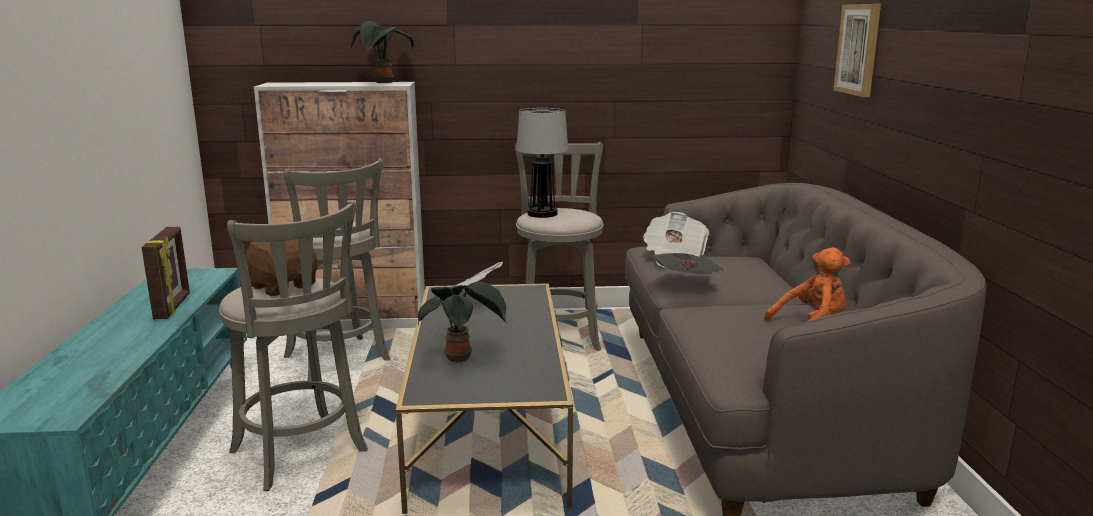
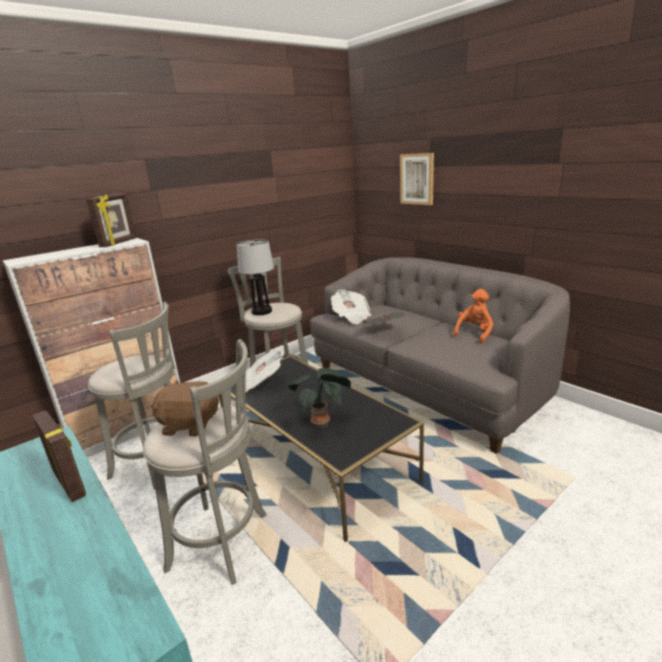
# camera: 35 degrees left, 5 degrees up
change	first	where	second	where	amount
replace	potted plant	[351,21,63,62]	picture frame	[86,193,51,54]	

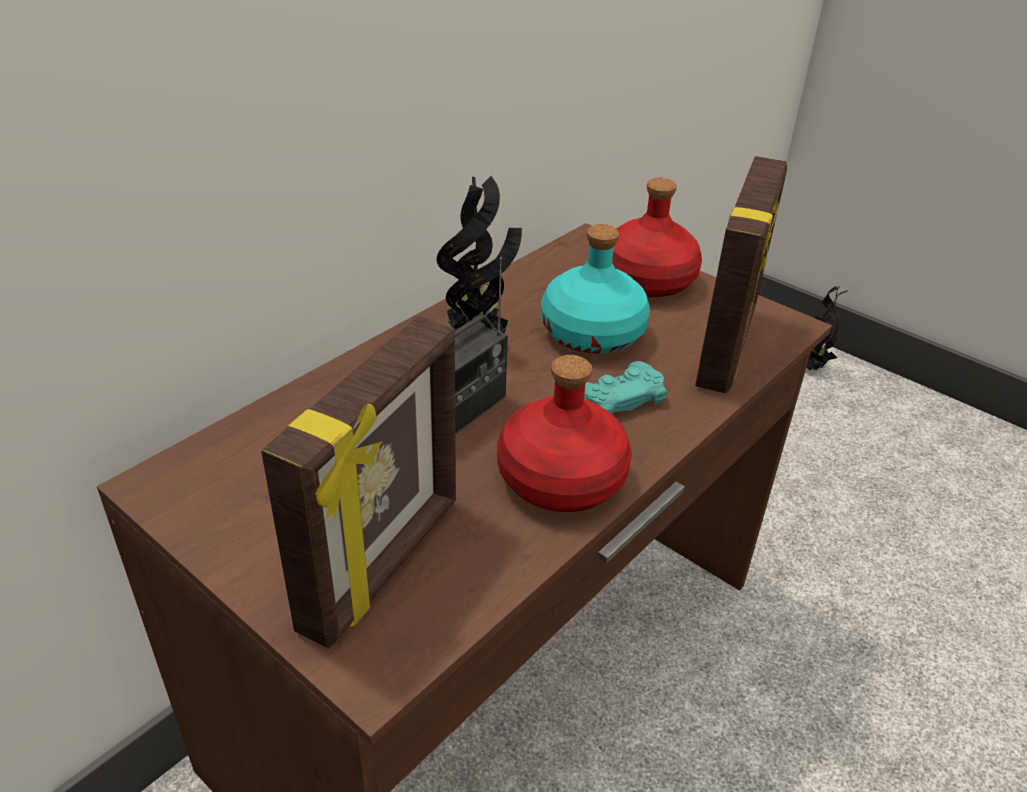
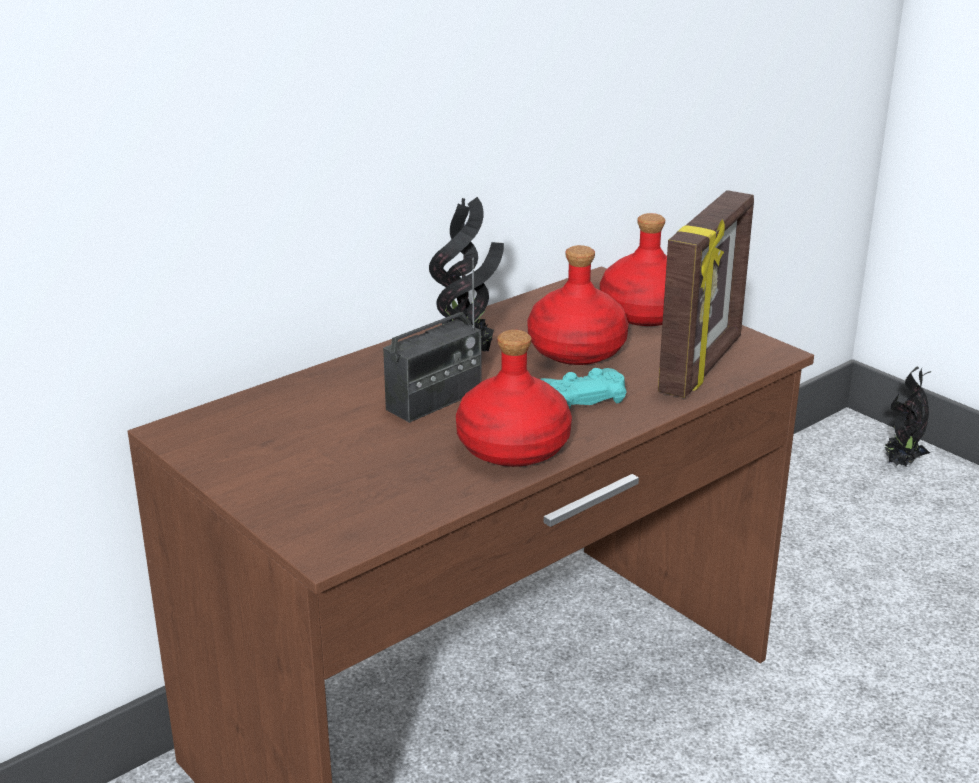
# camera: 10 degrees right, 10 degrees down
change	first	where	second	where	amount
delete	picture frame	[261,316,195,333]			
recolor	drink bottle (turquoise)	[541,224,109,130]	drink bottle (red-coloured)	[527,245,102,120]	

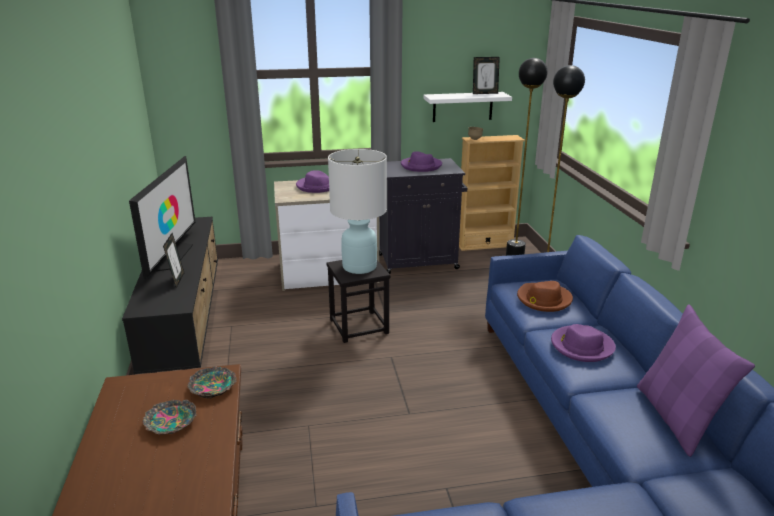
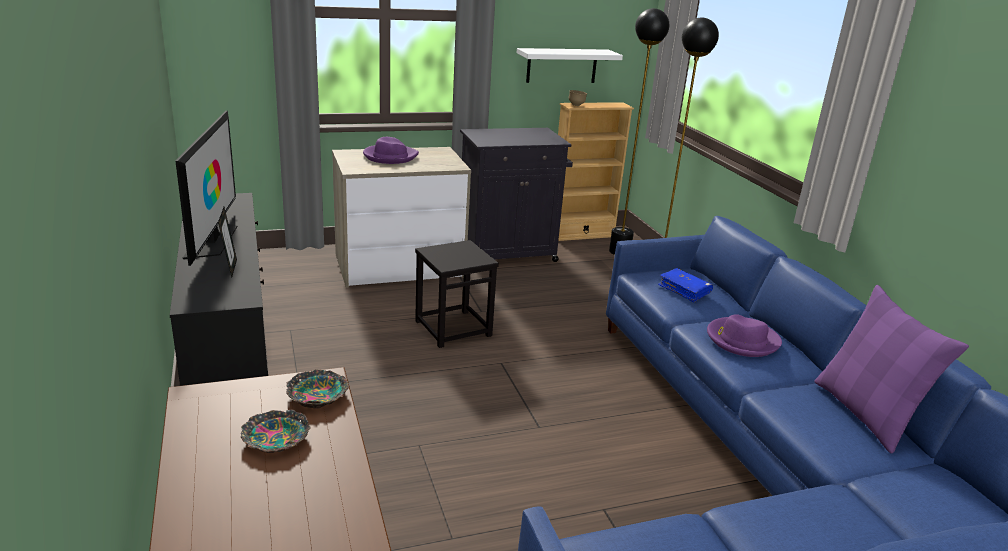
# camera: 10 degrees left, 0 degrees up
change	first	where	second	where	amount
delete	table lamp (white-coloured)	[328,149,59,125]			
delete	wearable hat (purple)	[401,151,41,21]			
delete	picture frame	[473,57,27,37]			
replace	wearable hat (brown-coloured)	[517,281,56,31]	bound book (bluish)	[658,268,55,34]	

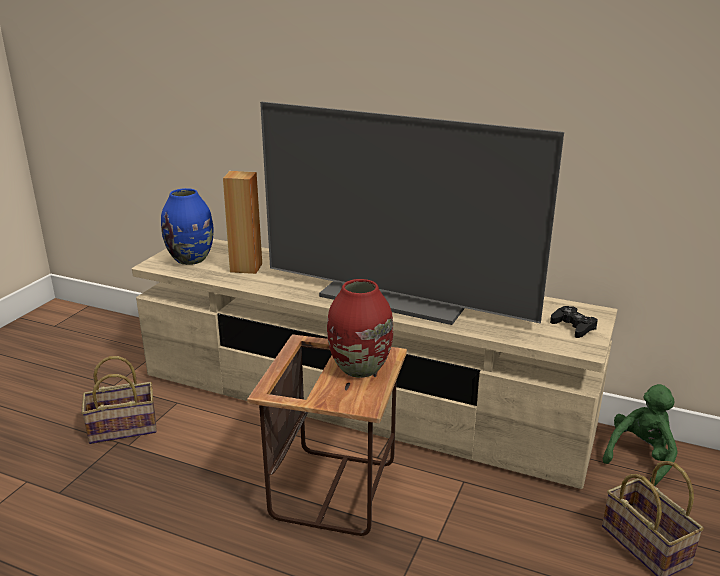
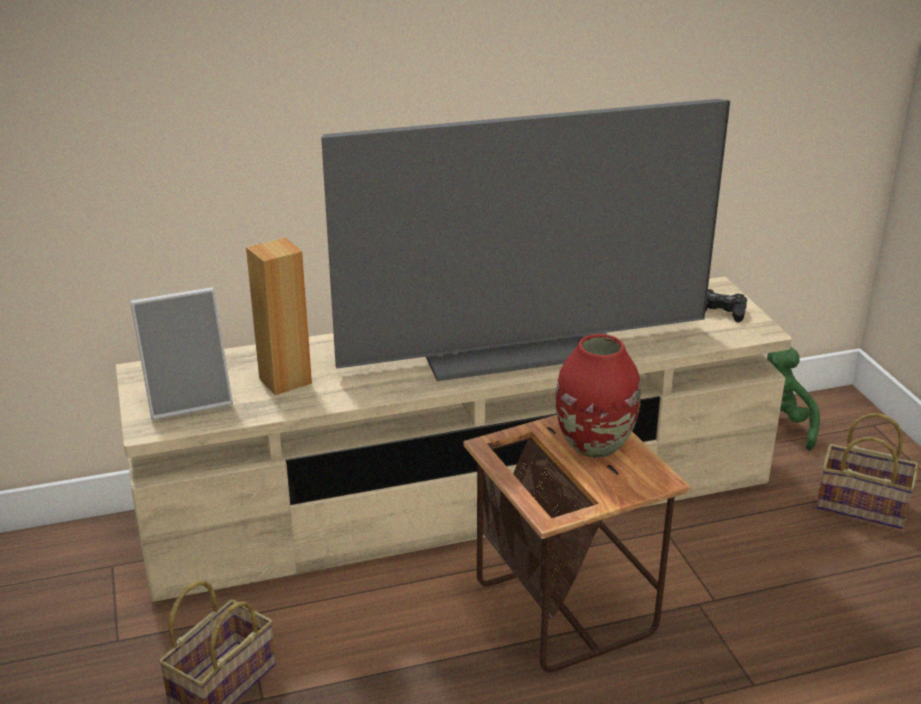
# camera: 40 degrees left, 5 degrees up
change	first	where	second	where	amount
replace	flower vase (bluish)	[161,188,53,77]	picture frame	[130,287,103,133]	

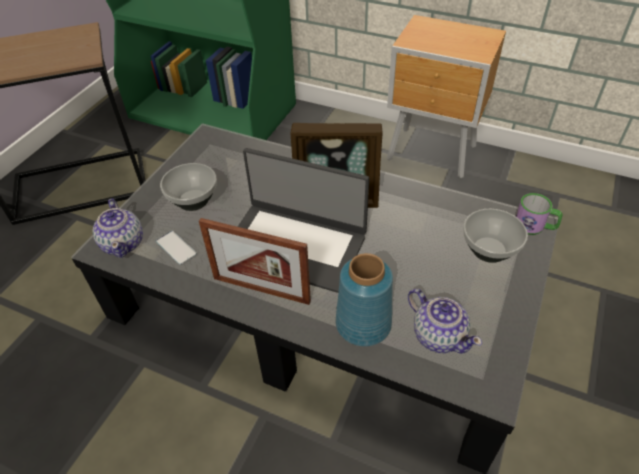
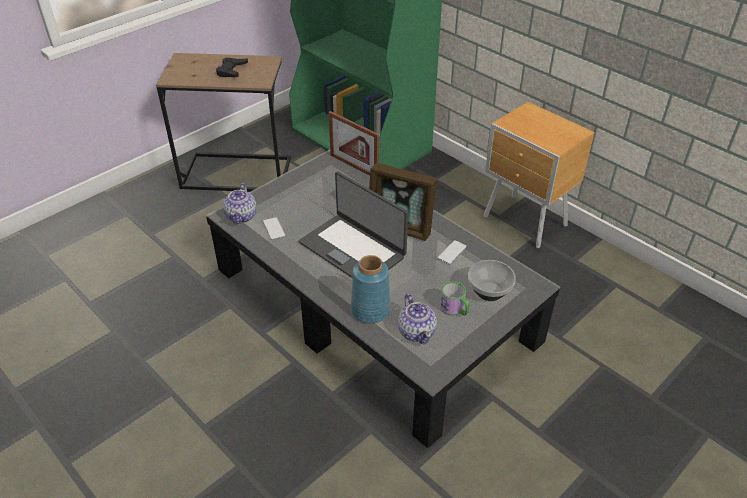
# camera: 20 degrees right, 5 degrees down
change	first	where	second	where	amount
delete	serving bowl	[160,163,57,48]			
move	picture frame	[199,218,112,87]		[328,111,51,65]	
move	mug	[516,193,46,42]		[440,281,30,35]	
insert			gamepad (black-coloured)	[216,58,32,19]	
insert			telephone	[437,240,30,24]	

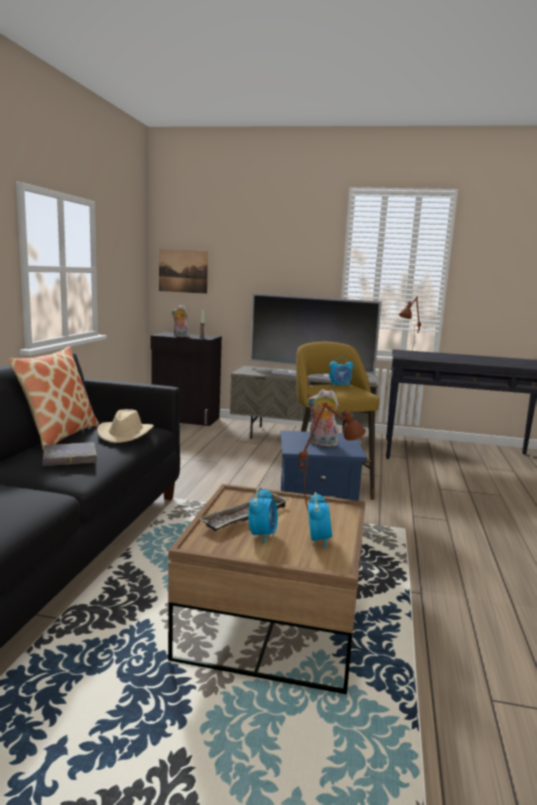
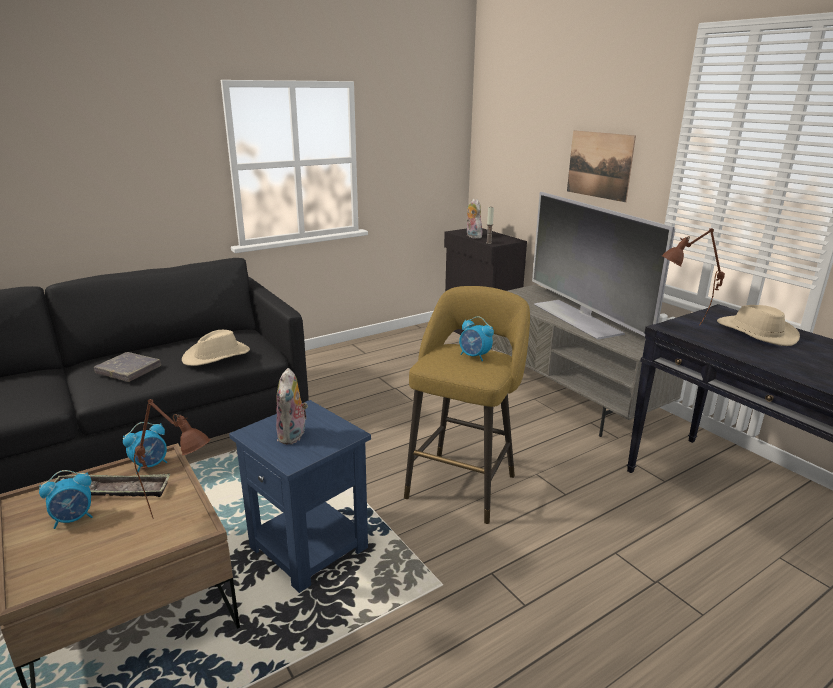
# camera: 45 degrees right, 10 degrees up
change	first	where	second	where	amount
delete	throw pillow	[8,346,91,105]			
move	wall picture	[159,249,49,45]		[567,130,69,72]	
rotate	soft toy	[307,389,32,58]		[276,368,32,76]	150 degrees counterclockwise
move	alarm clock	[308,492,24,56]		[123,422,44,52]	
insert			wearable hat (sand-coloured)	[717,305,83,41]	

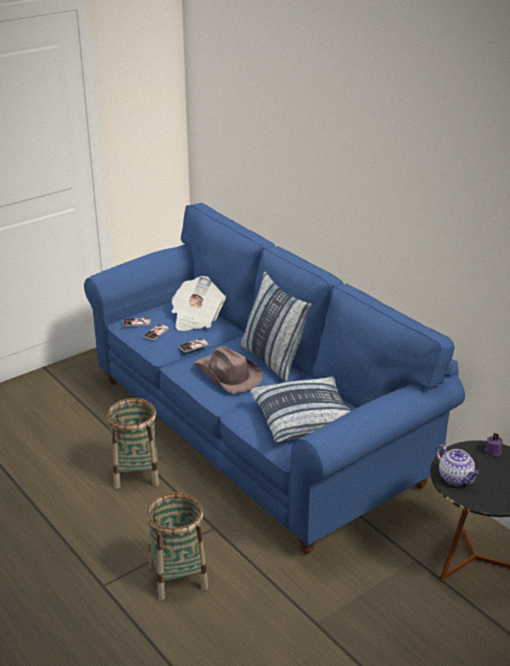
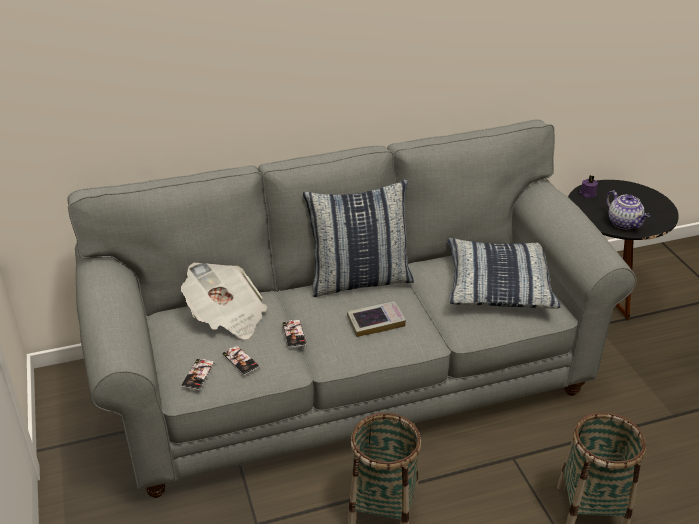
# camera: 70 degrees left, 5 degrees up
change	first	where	second	where	amount
recolor	sofa (bluish)	[84,203,381,351]	sofa (gray)	[67,119,569,379]	
replace	wearable hat (brown-coloured)	[194,346,69,47]	bound book	[347,301,59,36]	
rotate	teapot	[436,445,45,41]		[606,191,44,38]	75 degrees clockwise

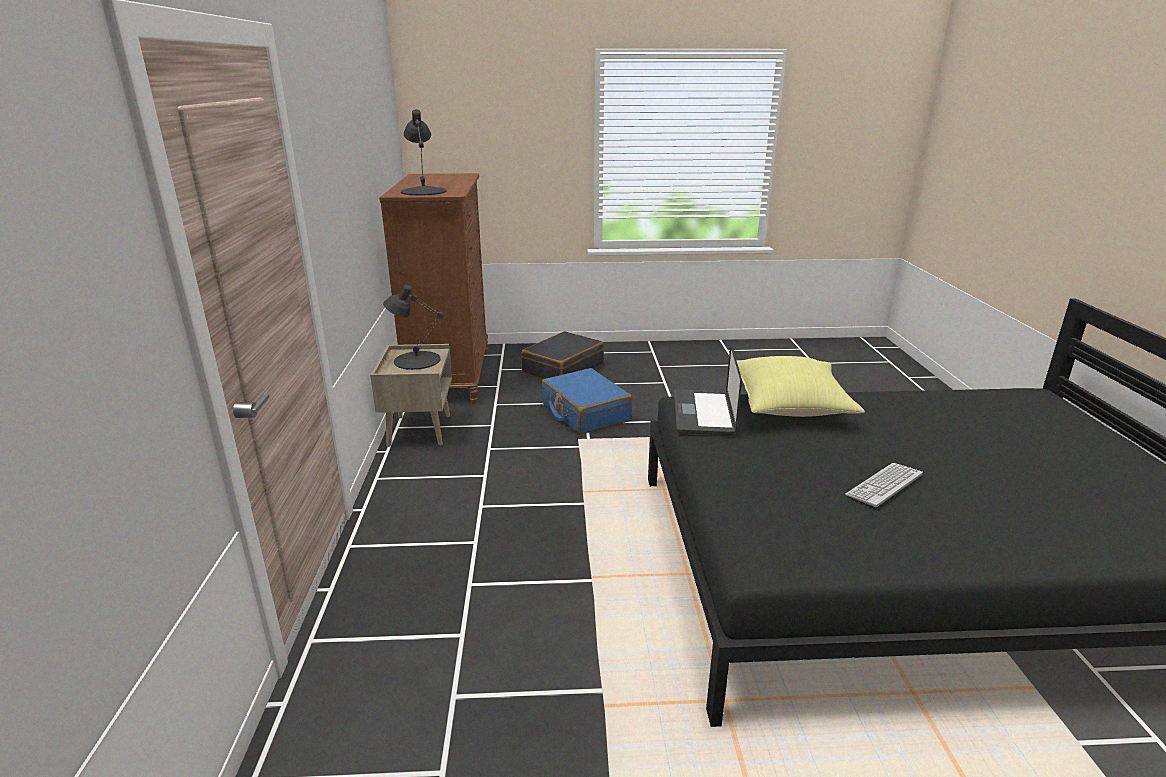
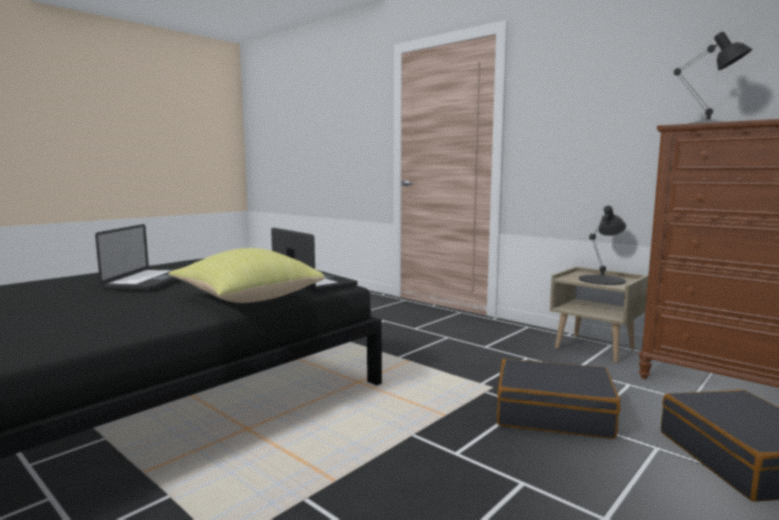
# camera: 135 degrees right, 15 degrees down
change	first	where	second	where	amount
recolor	suitcase (bluish)	[541,368,91,67]	suitcase (black-coloured)	[497,359,124,80]	
replace	PC keyboard	[845,463,78,44]	portable computer	[95,224,83,67]	

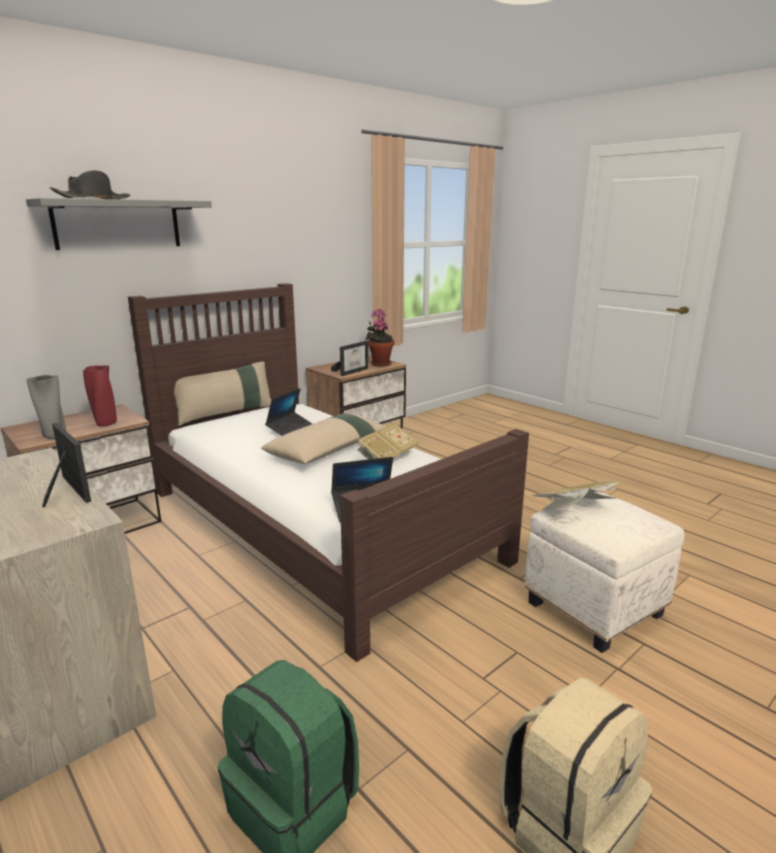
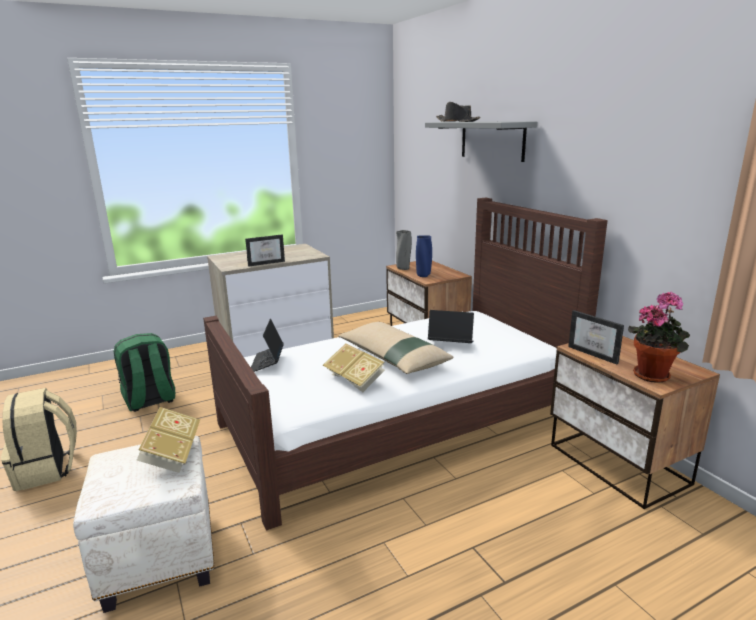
# camera: 105 degrees right, 0 degrees up
change	first	where	second	where	amount
recolor	flower vase (red-coloured)	[83,365,34,62]	flower vase (bluish)	[416,235,16,42]	
delete	throw pillow (sand-coloured)	[174,361,97,65]			
rotate	portable computer	[265,388,47,48]		[428,310,46,33]	150 degrees clockwise

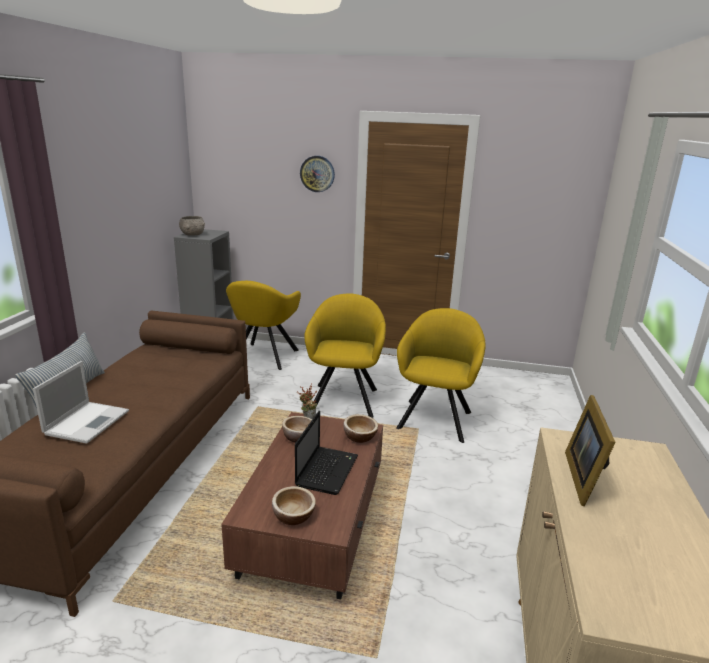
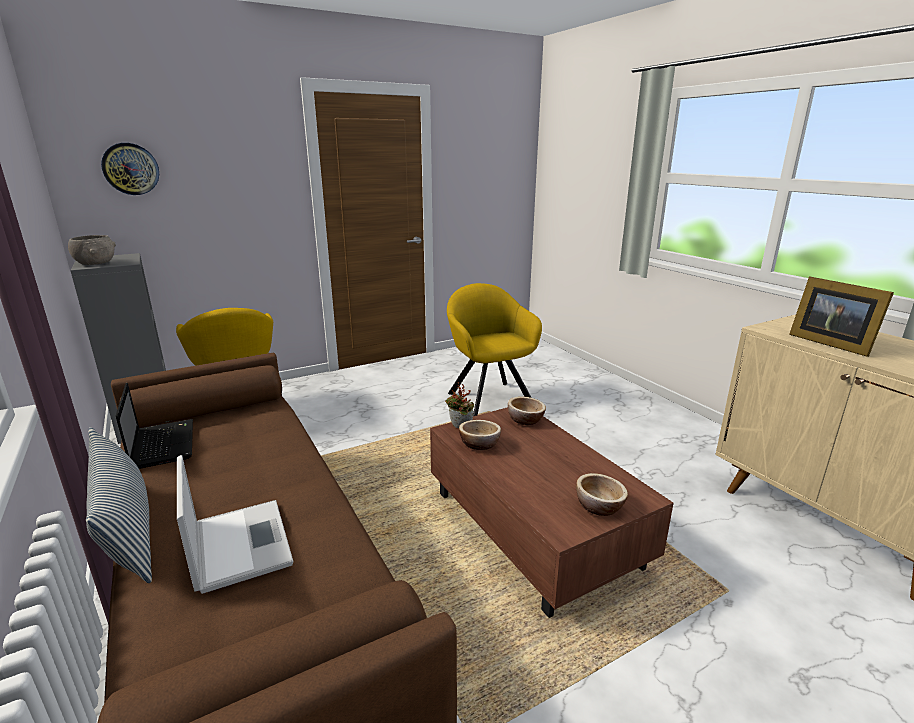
# camera: 40 degrees left, 0 degrees up
change	first	where	second	where	amount
move	portable computer	[295,411,63,84]		[115,383,78,86]	
move	hanging clock	[300,156,35,36]		[101,143,58,52]	
delete	lounge chair (yellow)	[304,293,82,125]			

